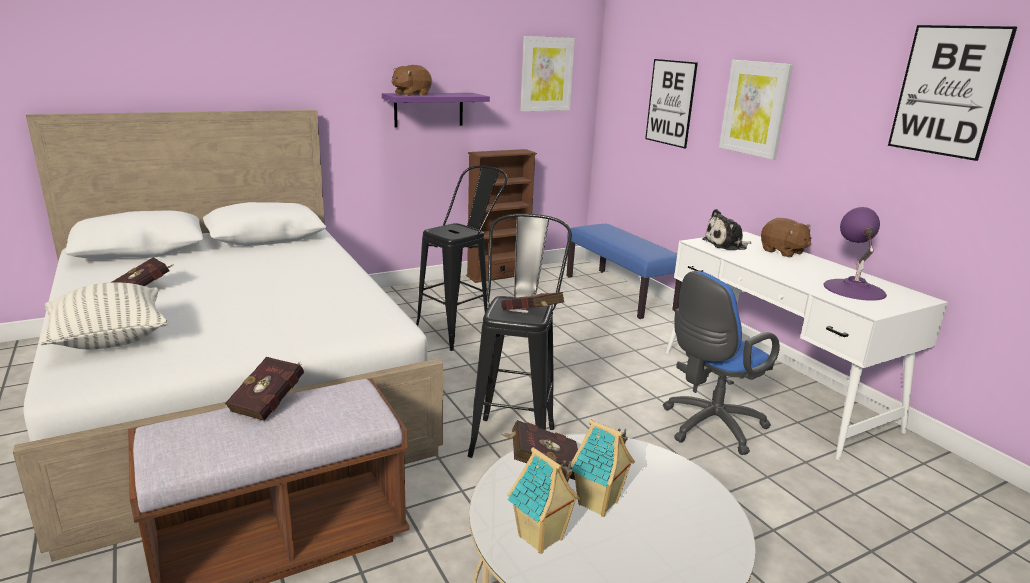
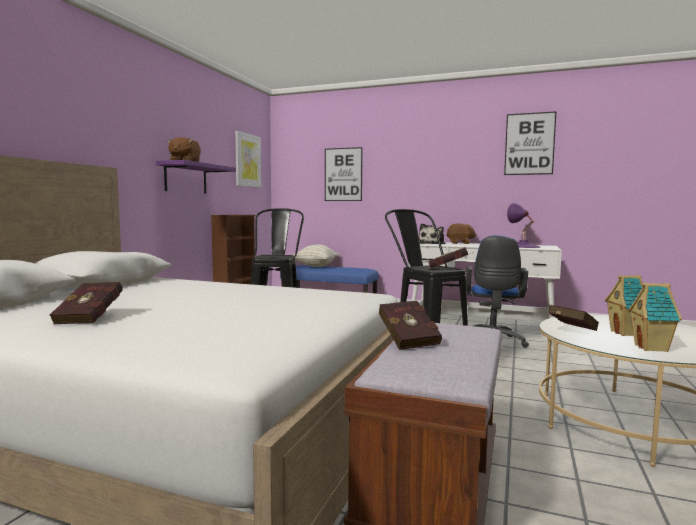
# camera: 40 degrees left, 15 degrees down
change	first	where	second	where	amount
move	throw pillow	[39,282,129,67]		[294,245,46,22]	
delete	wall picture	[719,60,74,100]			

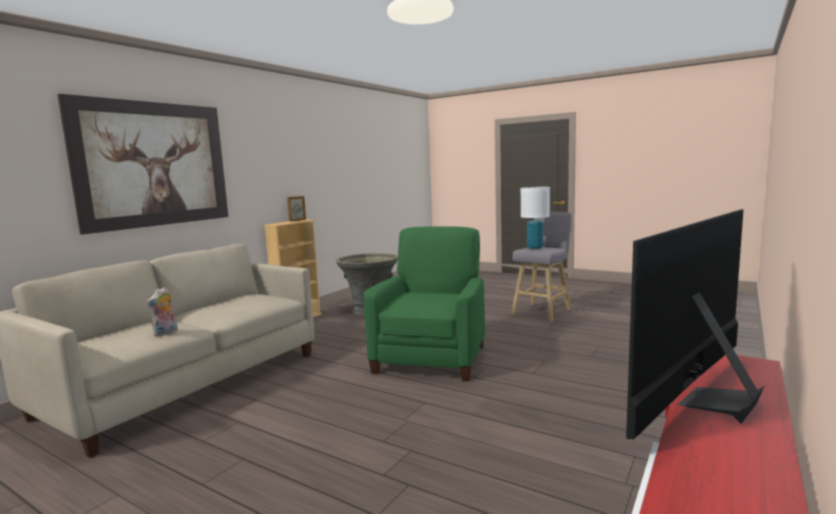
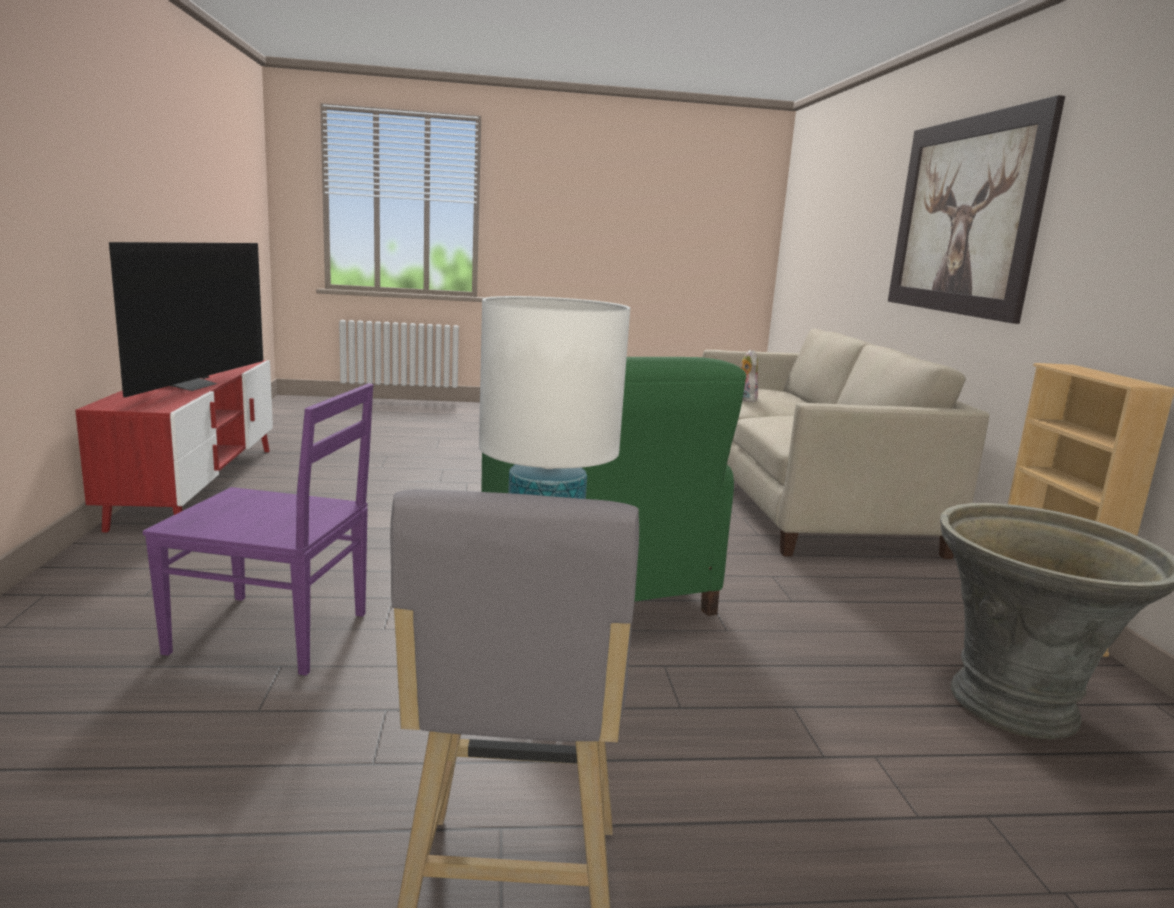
# camera: 140 degrees right, 5 degrees up
change	first	where	second	where	amount
delete	picture frame	[287,196,19,26]			
insert			plain chair (purple)	[143,383,230,292]	

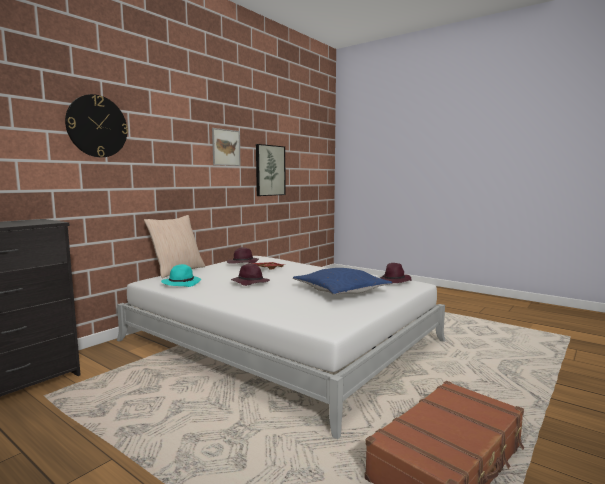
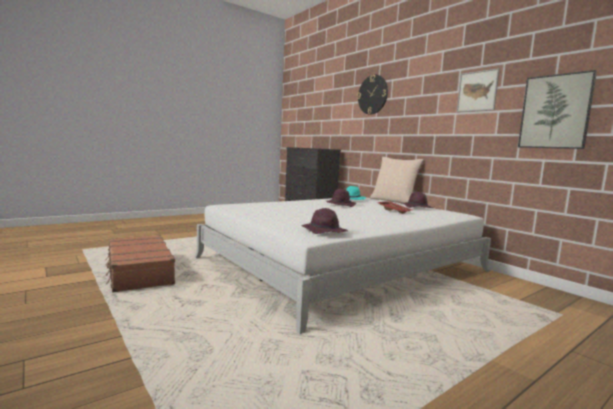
# camera: 105 degrees right, 0 degrees up
change	first	where	second	where	amount
delete	throw pillow (bluish)	[293,268,99,27]			

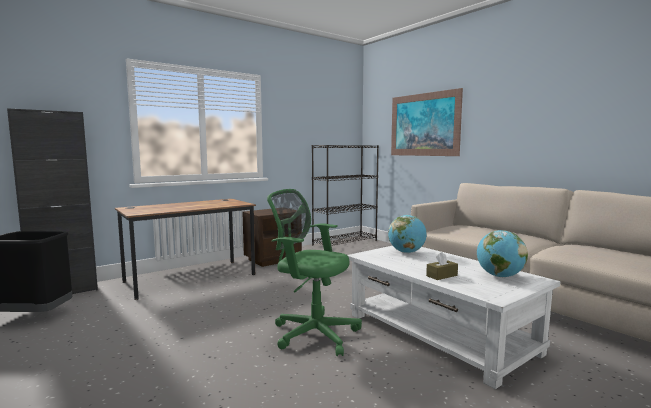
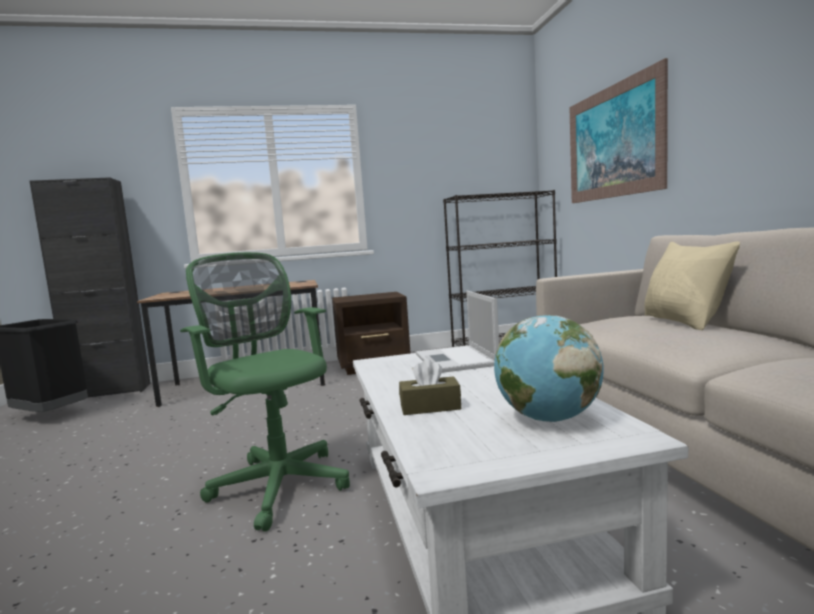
# camera: 25 degrees right, 0 degrees up
change	first	where	second	where	amount
replace	world globe	[388,215,39,38]	portable computer	[415,291,84,82]	
insert			throw pillow (sand-coloured)	[644,241,96,89]	

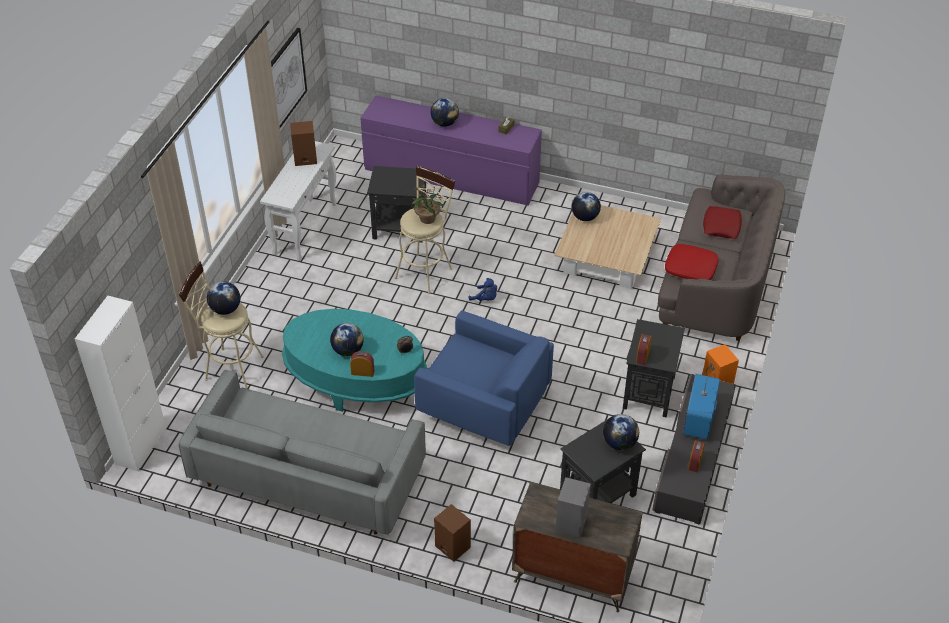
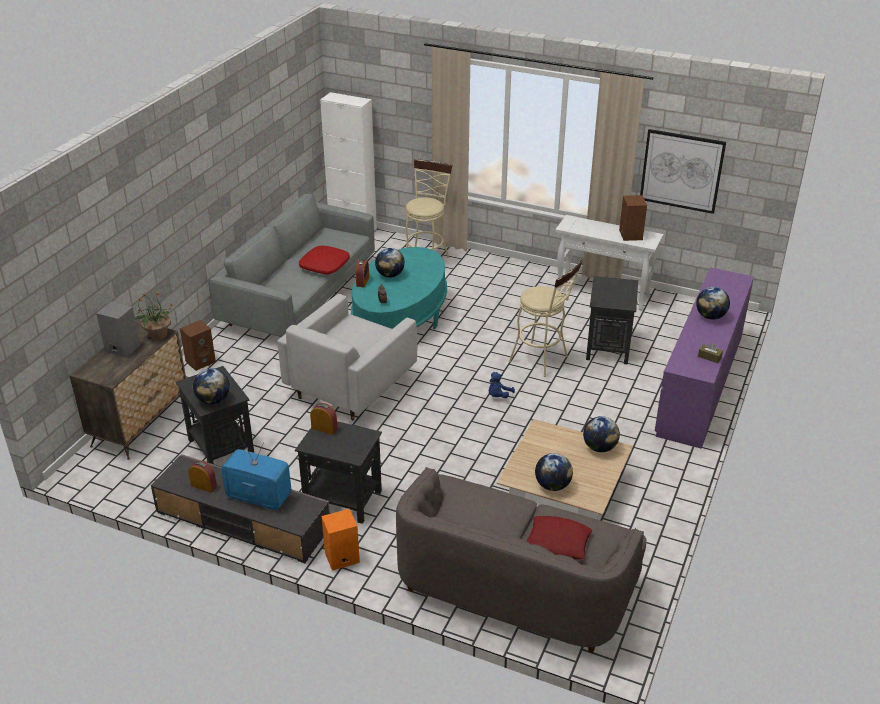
# camera: 95 degrees right, 10 degrees down
change	first	where	second	where	amount
move	world globe	[207,282,33,33]		[535,453,38,38]	
move	potted plant	[412,184,32,40]		[135,292,39,48]	
recolor	lounge chair (bluish)	[414,311,140,135]	lounge chair (white-coloured)	[277,294,140,127]	
move	throw pillow (red-coloured)	[665,244,53,36]		[299,245,51,29]	

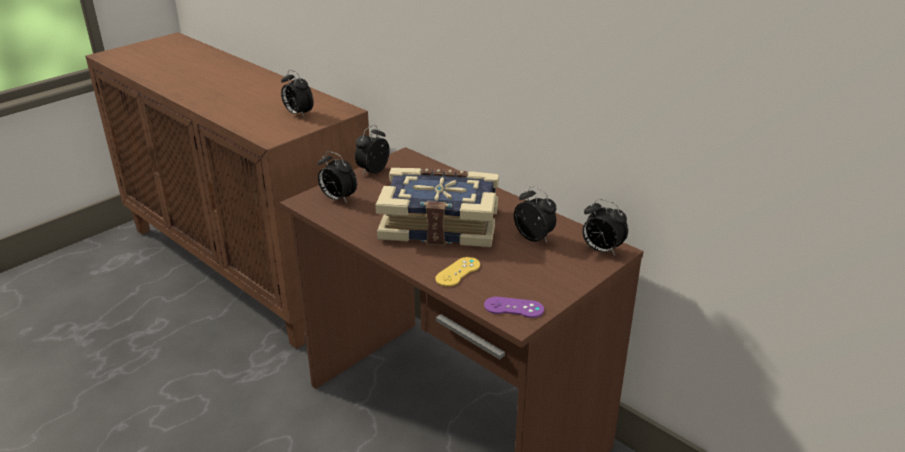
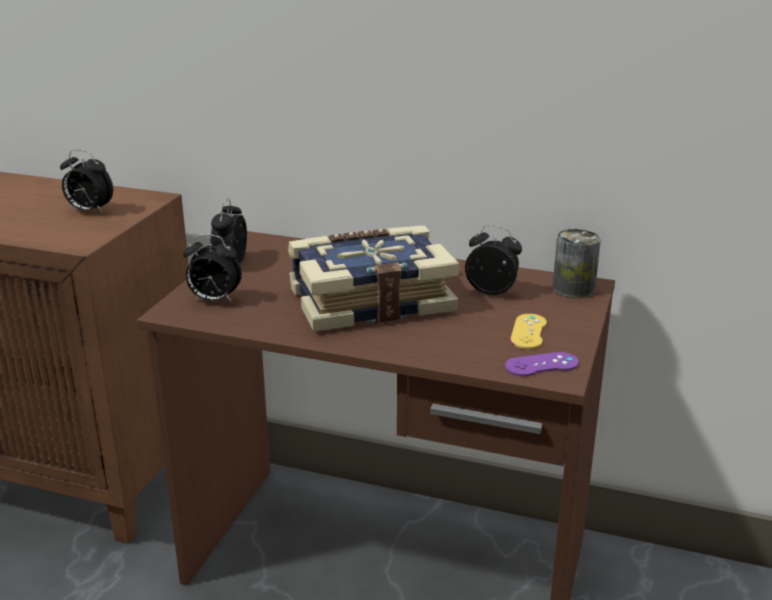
# camera: 25 degrees left, 5 degrees down
change	first	where	second	where	amount
move	gamepad (yellow)	[435,257,45,30]		[510,314,37,35]	
replace	alarm clock	[582,199,46,57]	metal can	[553,229,48,69]	

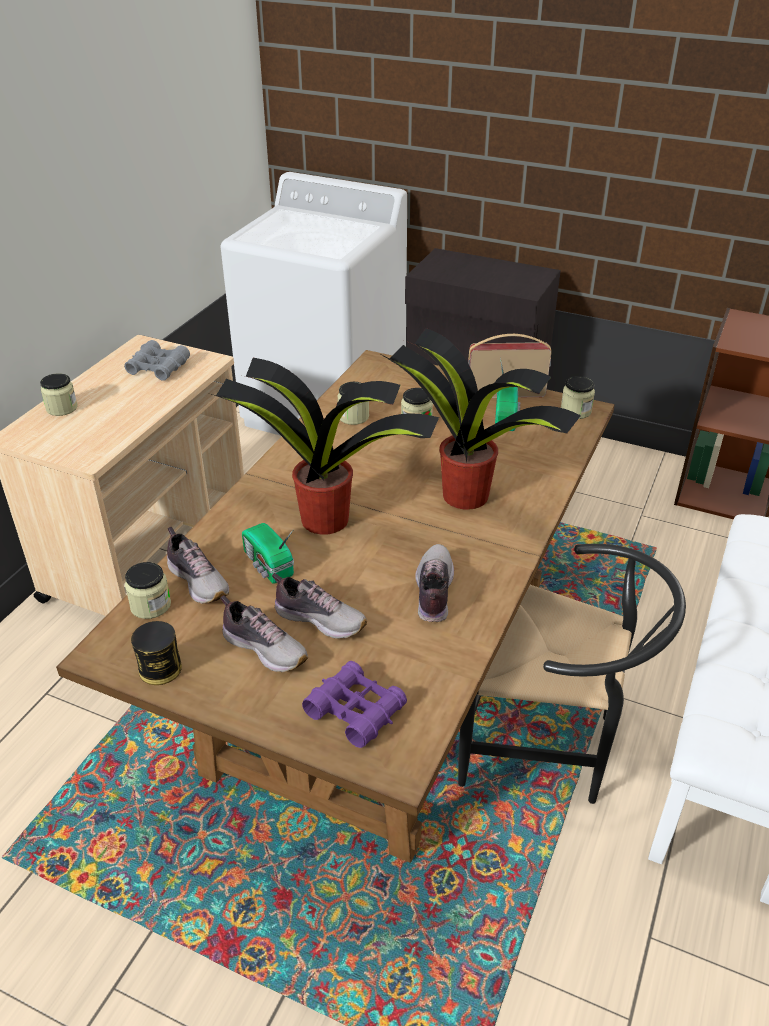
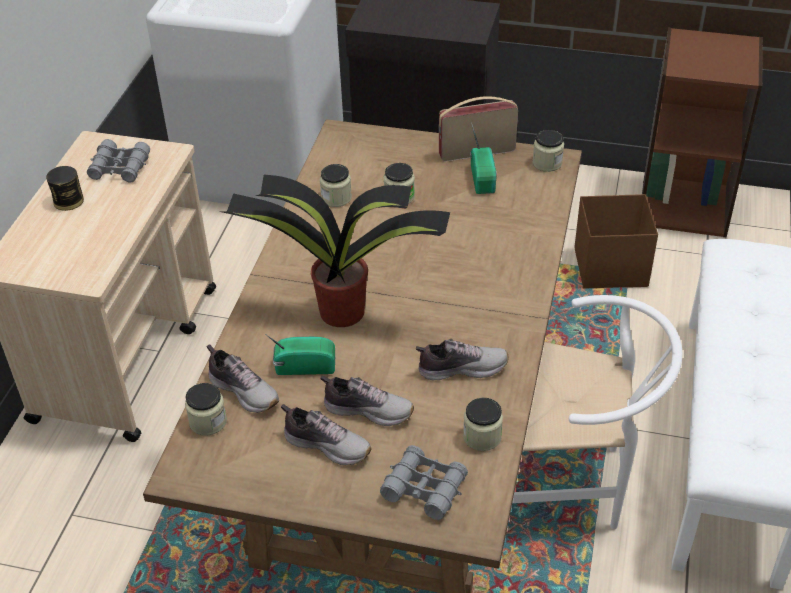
# camera: 10 degrees left, 5 degrees up
change	first	where	second	where	amount
move	preserve jar	[40,373,38,43]		[463,398,40,53]	
move	metal can	[131,621,51,64]		[46,166,38,45]	
rotate	radio	[242,523,52,60]		[265,334,70,41]	135 degrees clockwise
recolor	field glasses (purple)	[302,661,105,87]	field glasses (gray)	[380,445,88,75]	
delete	potted plant	[379,328,202,182]			
rotate	shoe	[415,544,39,78]		[416,339,92,41]	90 degrees clockwise
recolor	plain chair (black-coloured)	[458,544,228,260]	plain chair (white-coloured)	[512,295,171,235]	
insert			storage bin (brown-coloured)	[574,194,84,95]	

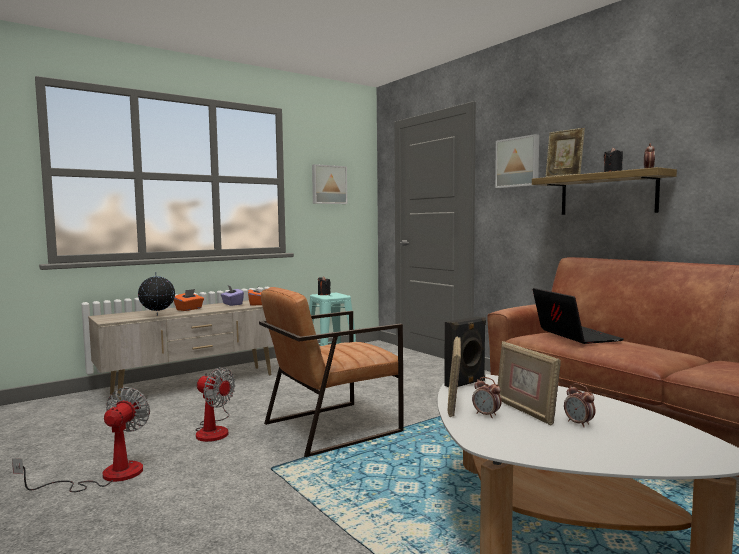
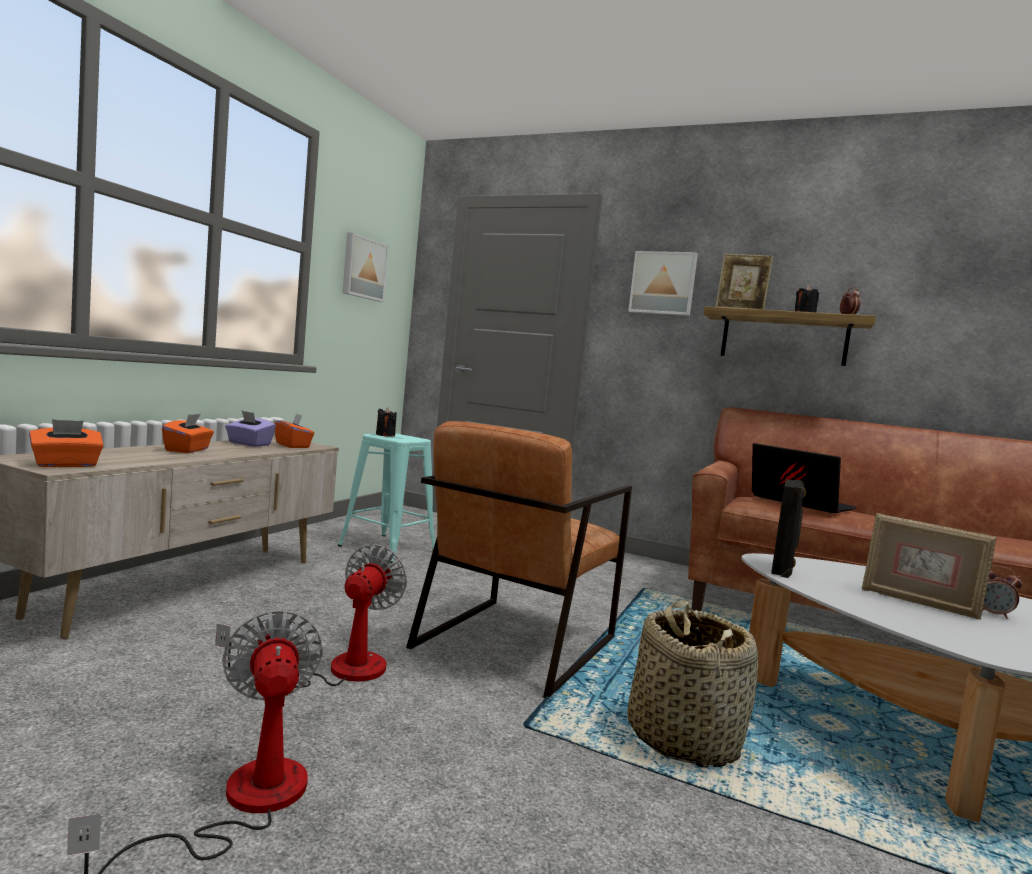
# camera: 30 degrees left, 0 degrees up
change	first	where	second	where	amount
delete	world globe	[138,272,37,44]			
rotate	electric fan	[195,367,40,75]		[215,544,192,144]	75 degrees counterclockwise
delete	picture frame	[448,336,13,81]			
delete	alarm clock	[472,377,30,41]			
insert			box of tissues (orange)	[29,419,75,48]	
insert			household basket	[627,600,131,168]	

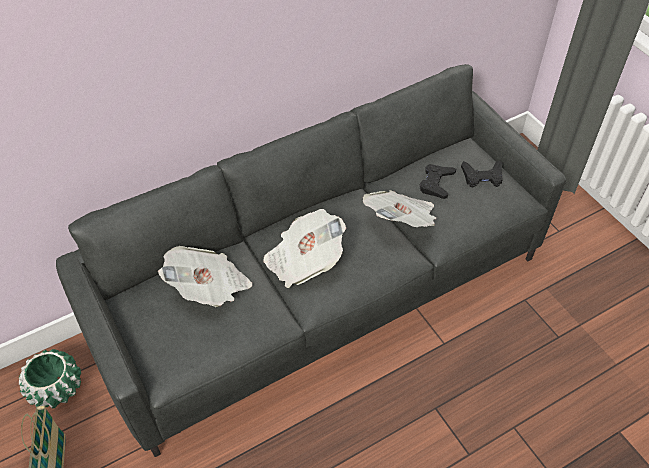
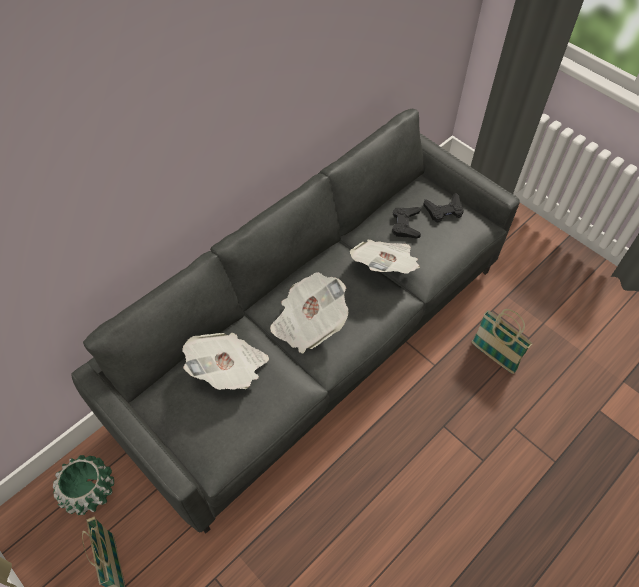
# camera: 15 degrees left, 5 degrees up
change	first	where	second	where	amount
insert			household basket	[472,309,60,65]	

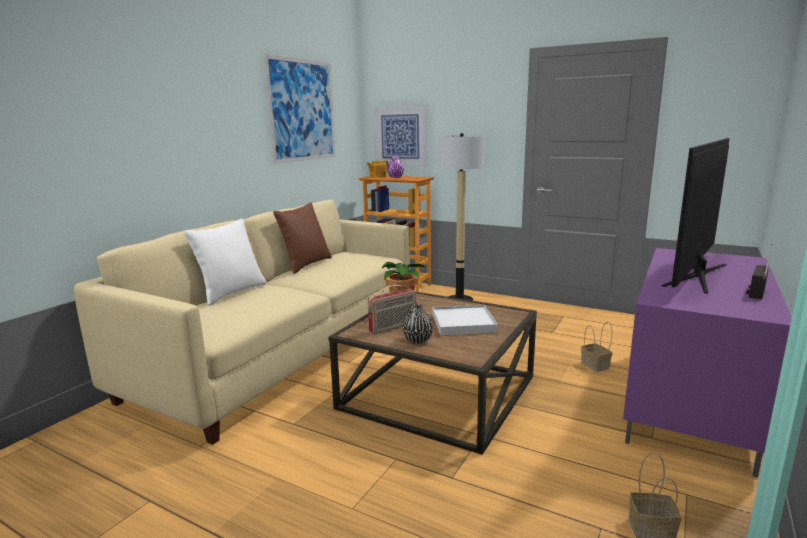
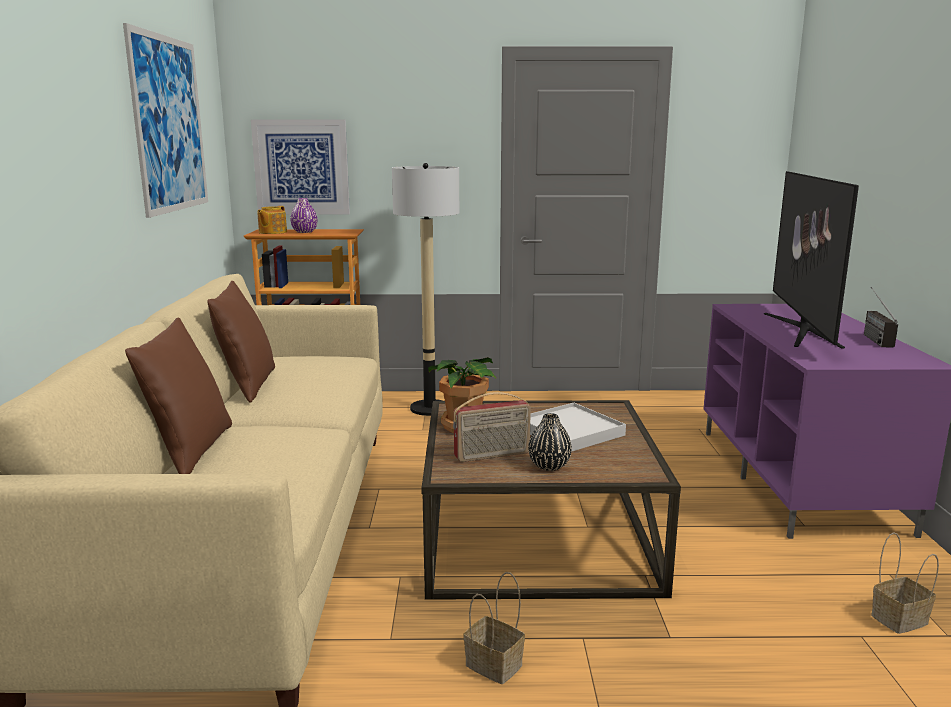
# camera: 30 degrees left, 0 degrees up
change	first	where	second	where	amount
recolor	throw pillow (white-coloured)	[183,219,84,87]	throw pillow (brown-coloured)	[125,318,107,156]	
rotate	radio	[368,285,48,49]		[453,392,78,70]	45 degrees clockwise
move	household basket	[581,322,31,50]		[463,572,62,112]	

